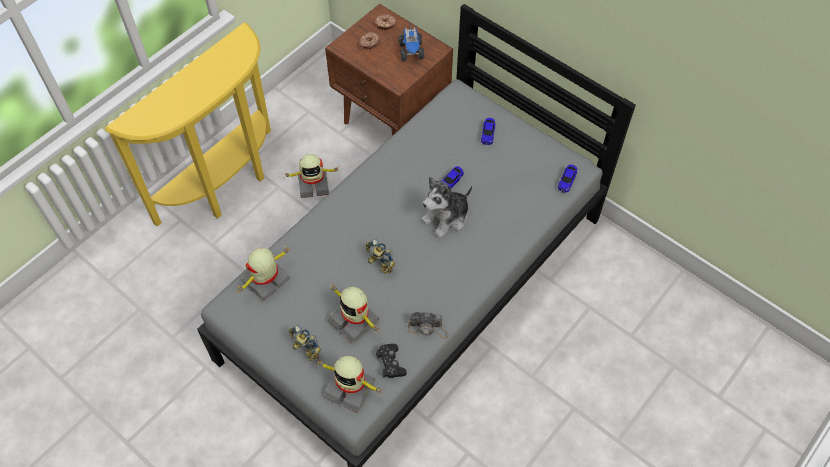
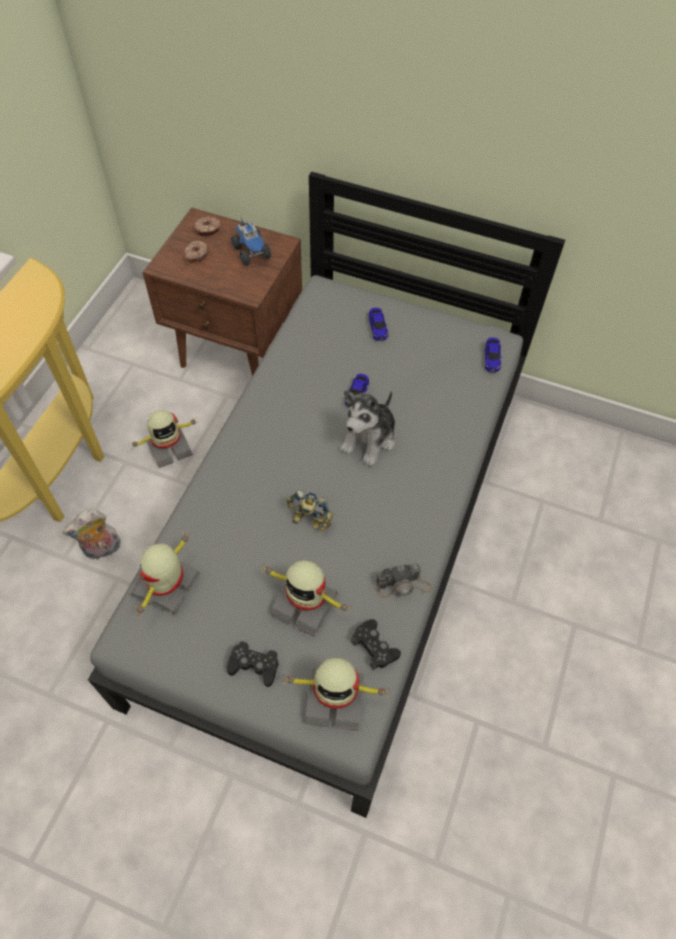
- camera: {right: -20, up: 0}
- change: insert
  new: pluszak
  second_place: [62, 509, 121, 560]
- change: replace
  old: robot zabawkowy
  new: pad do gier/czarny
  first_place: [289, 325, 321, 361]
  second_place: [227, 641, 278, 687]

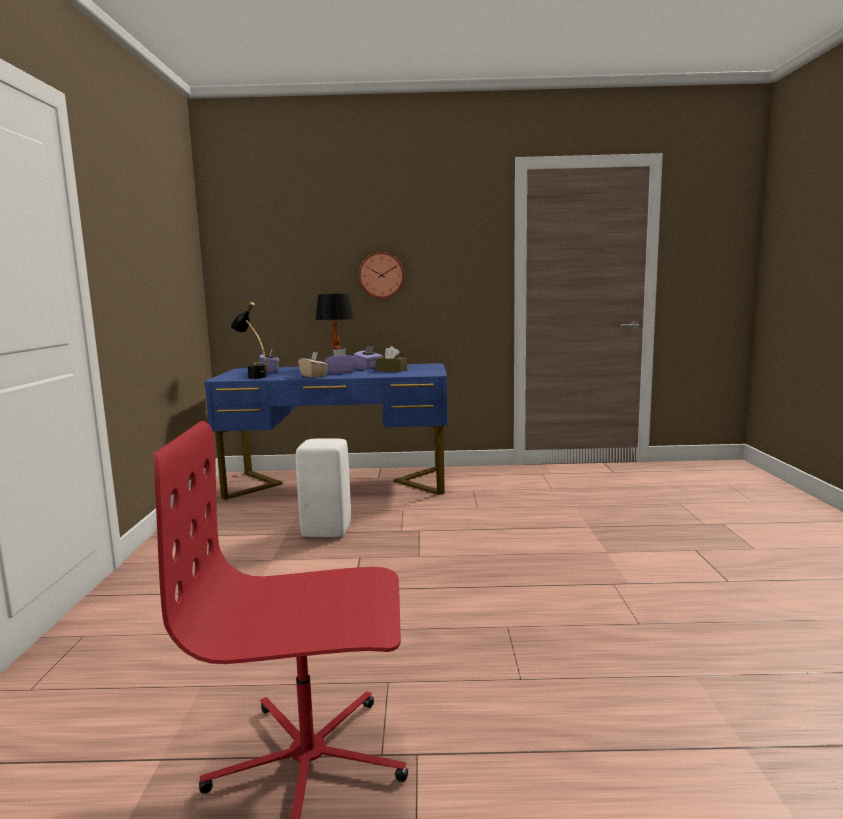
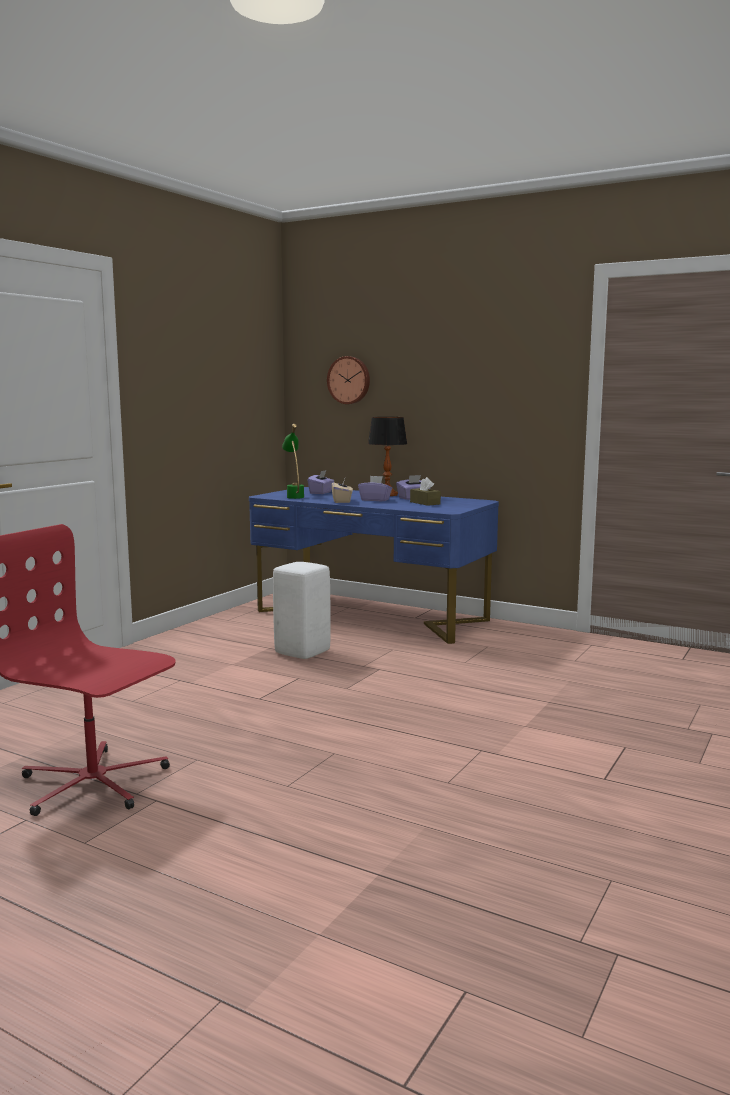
- camera: {right: 30, up: 0}
- change: move
  old: zegar ścienny
  first_place: [359, 252, 404, 299]
  second_place: [327, 356, 370, 404]
- change: recolor
  old: lampa stołowa/czarny
  new: lampa stołowa/zielony
  first_place: [230, 302, 267, 379]
  second_place: [282, 424, 304, 499]

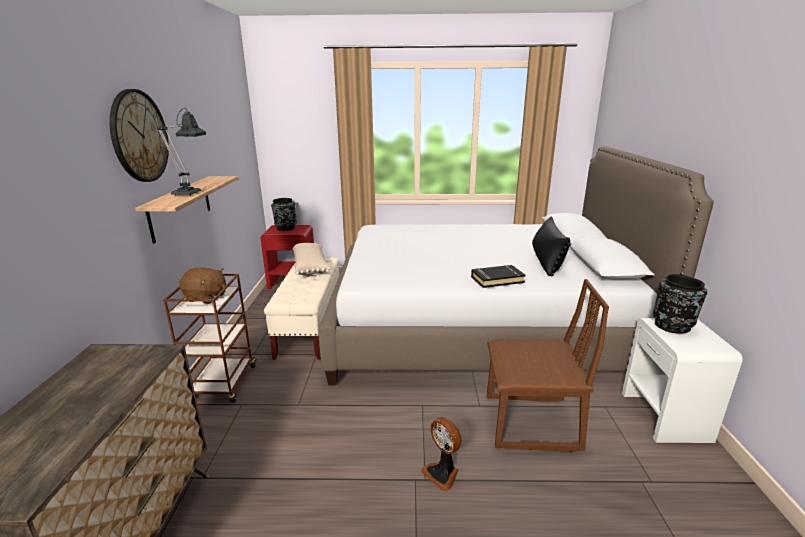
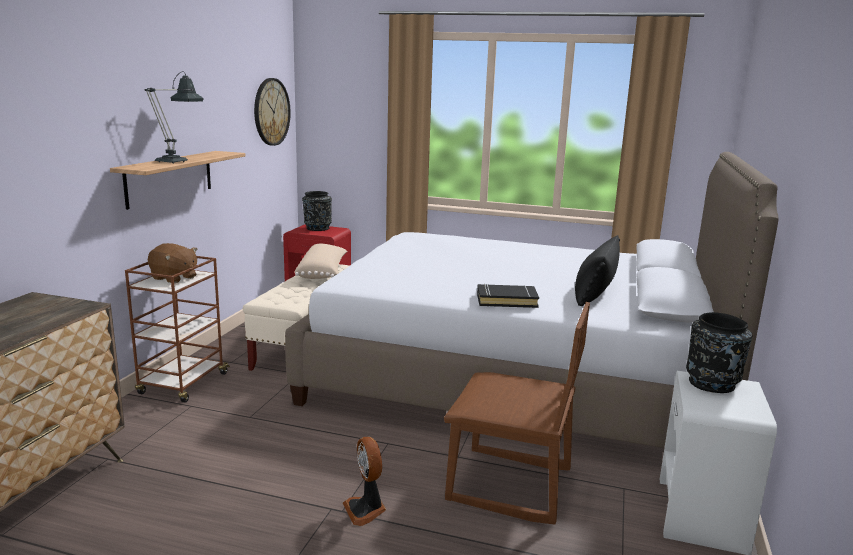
- camera: {right: 15, up: -5}
- change: move
  old: zegar ścienny
  first_place: [109, 89, 169, 182]
  second_place: [254, 78, 291, 146]

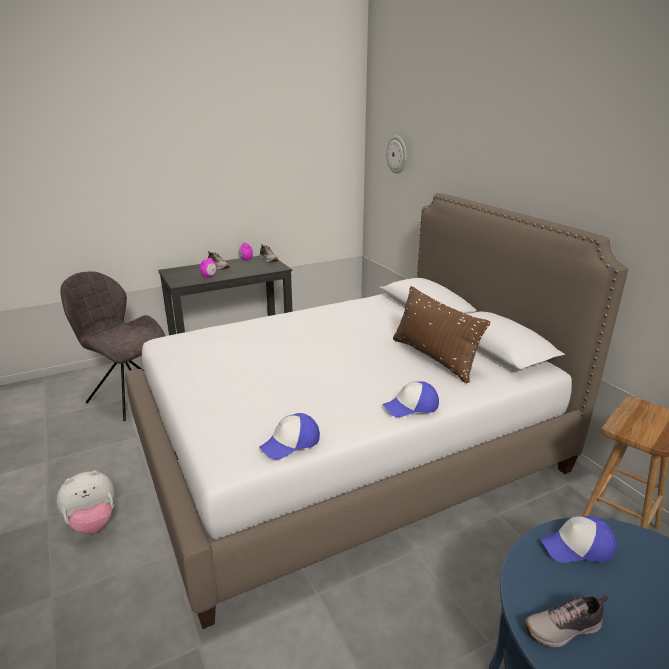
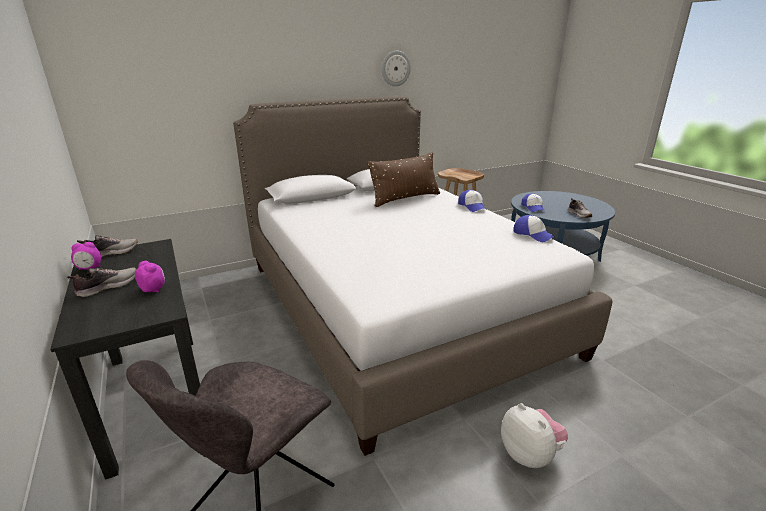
- camera: {right: -90, up: 0}
- change: move
  old: zegar ścienny
  first_place: [386, 136, 407, 174]
  second_place: [382, 51, 411, 86]

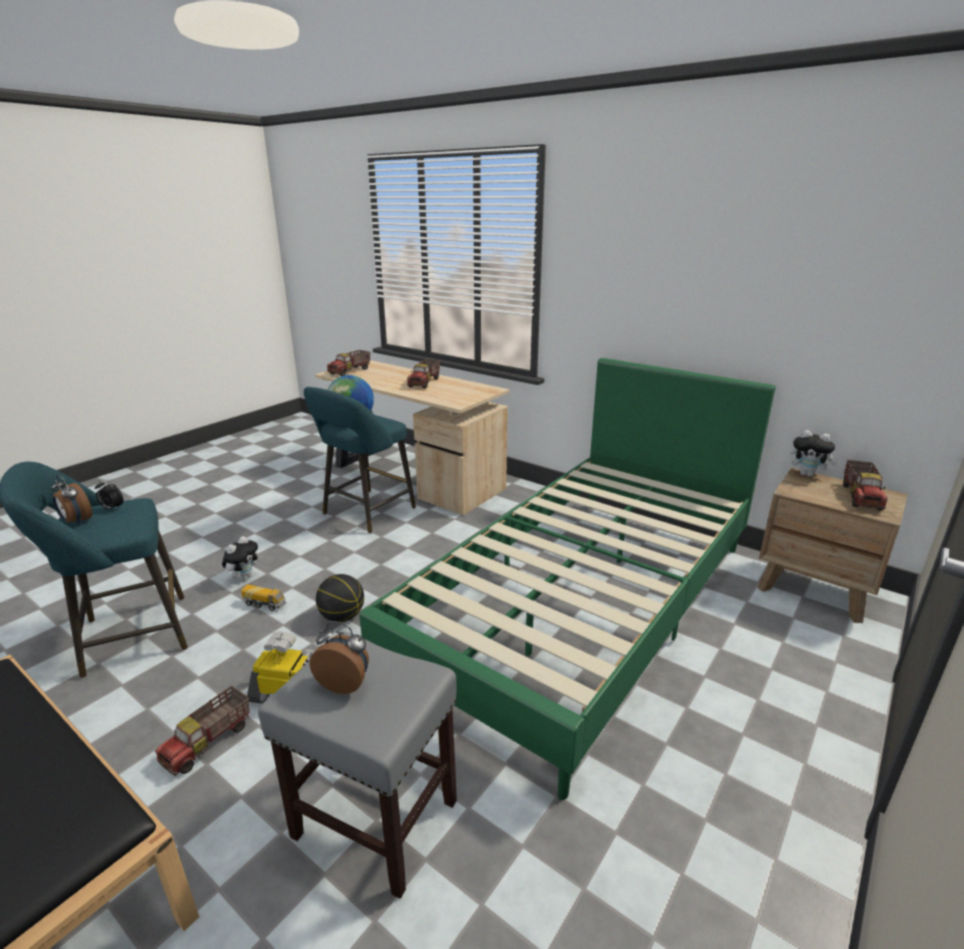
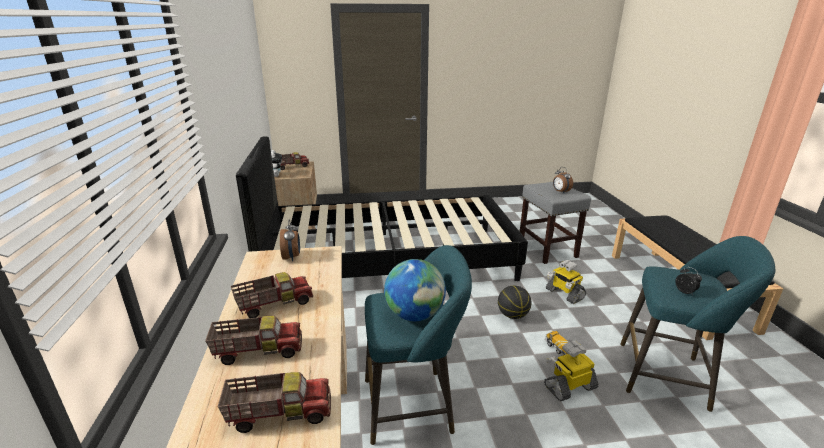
- camera: {right: -135, up: 0}
- change: move
  old: budzik
  first_place: [51, 475, 92, 525]
  second_place: [280, 219, 300, 261]
- change: move
  old: ciężarówka zabawkowa
  first_place: [155, 686, 250, 776]
  second_place: [205, 316, 302, 365]
- change: replace
  old: pluszak
  new: robot zabawkowy
  first_place: [222, 536, 258, 581]
  second_place: [544, 341, 599, 401]
- change: recolor
  old: łóżko/zielony
  new: łóżko/czarny
  first_place: [359, 358, 776, 800]
  second_place: [236, 136, 528, 281]

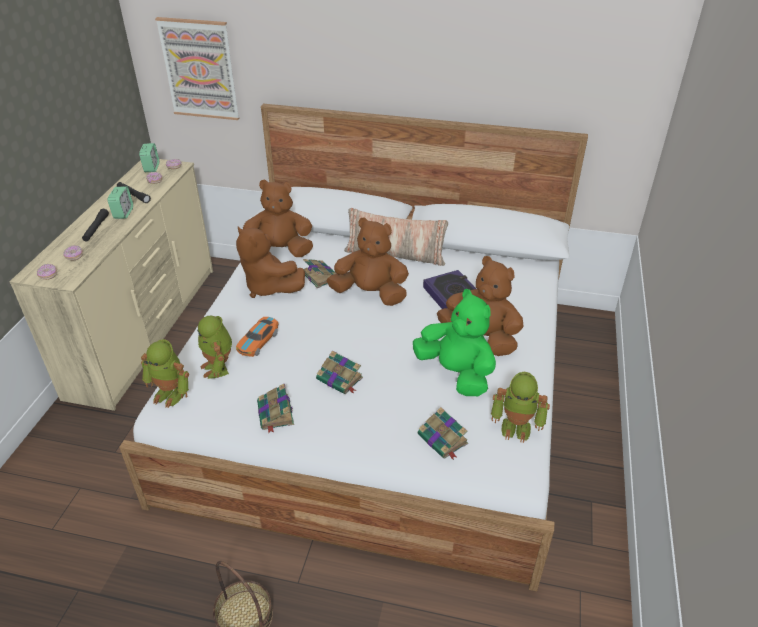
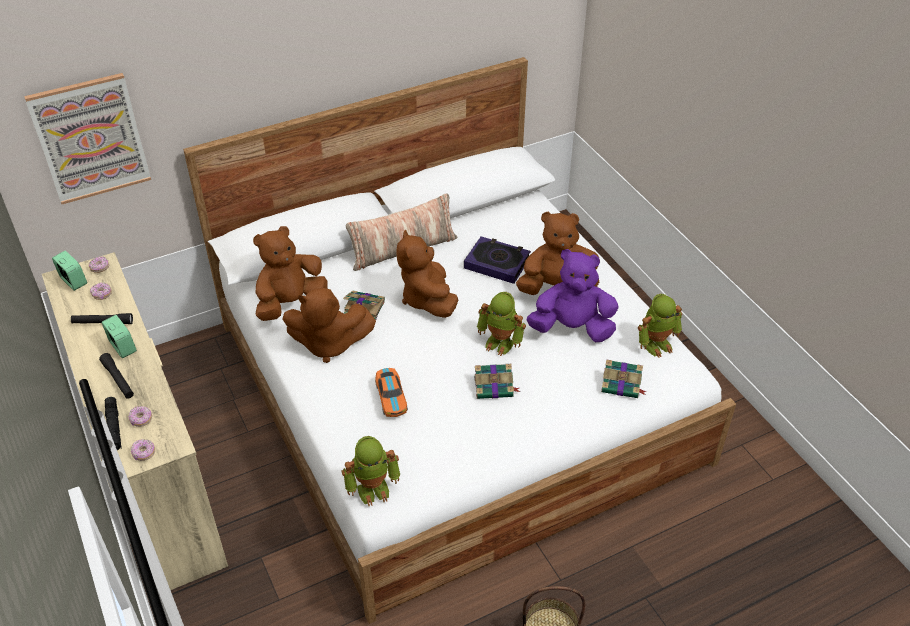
- camera: {right: -40, up: 5}
- change: delete
  old: książka
  first_place: [257, 384, 294, 433]
- change: insert
  new: latarka/czarny
  second_place: [105, 397, 121, 450]
- change: move
  old: robot zabawkowy
  first_place: [197, 316, 232, 379]
  second_place: [477, 292, 526, 356]
- change: recolor
  old: pluszak/zielony
  new: pluszak/fioletowy
  first_place: [413, 289, 496, 396]
  second_place: [527, 249, 619, 342]
- change: rotate
  old: pluszak/brązowy
  first_place: [326, 217, 409, 306]
  second_place: [397, 230, 458, 318]
  degrees: -75

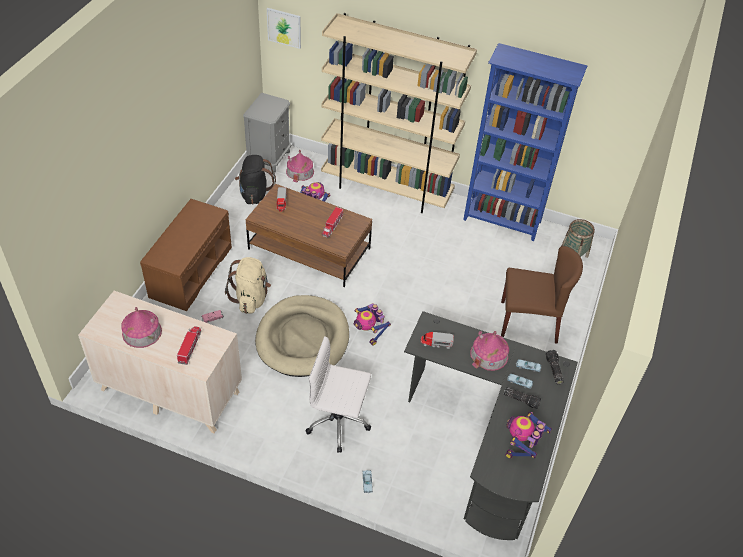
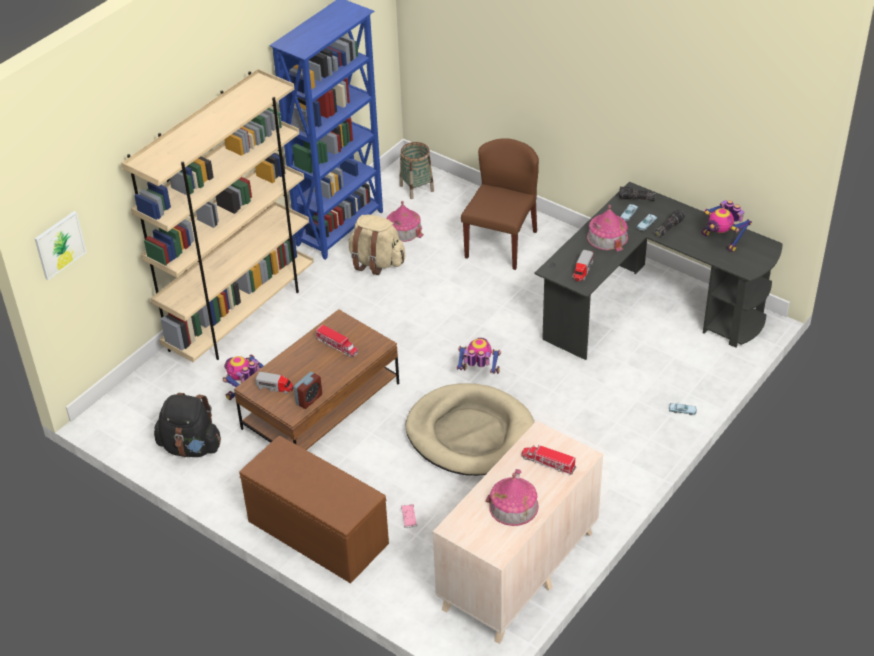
- camera: {right: -70, up: -5}
- change: delete
  old: szafka nocna/szary
  first_place: [243, 92, 291, 172]
- change: delete
  old: krzesło biurowe/biały
  first_place: [305, 336, 371, 453]
- change: insert
  new: budzik
  second_place: [294, 372, 322, 409]
- change: move
  old: plecak/beżowy
  first_place: [225, 257, 271, 314]
  second_place: [349, 214, 406, 275]
- change: move
  old: domek
  first_place: [286, 150, 314, 182]
  second_place: [386, 201, 424, 242]
- change: rotate
  old: robot zabawkowy
  first_place: [354, 303, 391, 346]
  second_place: [456, 338, 501, 374]
  degrees: -150

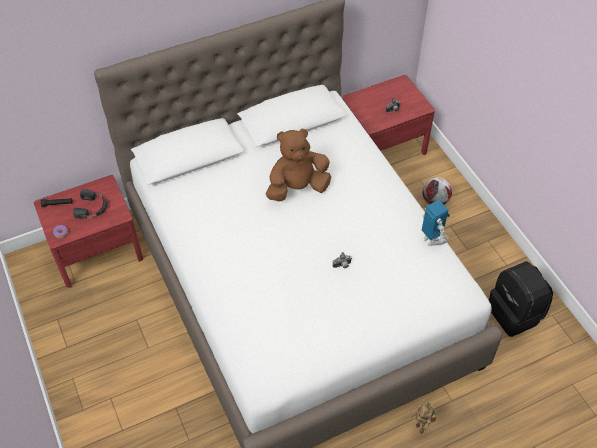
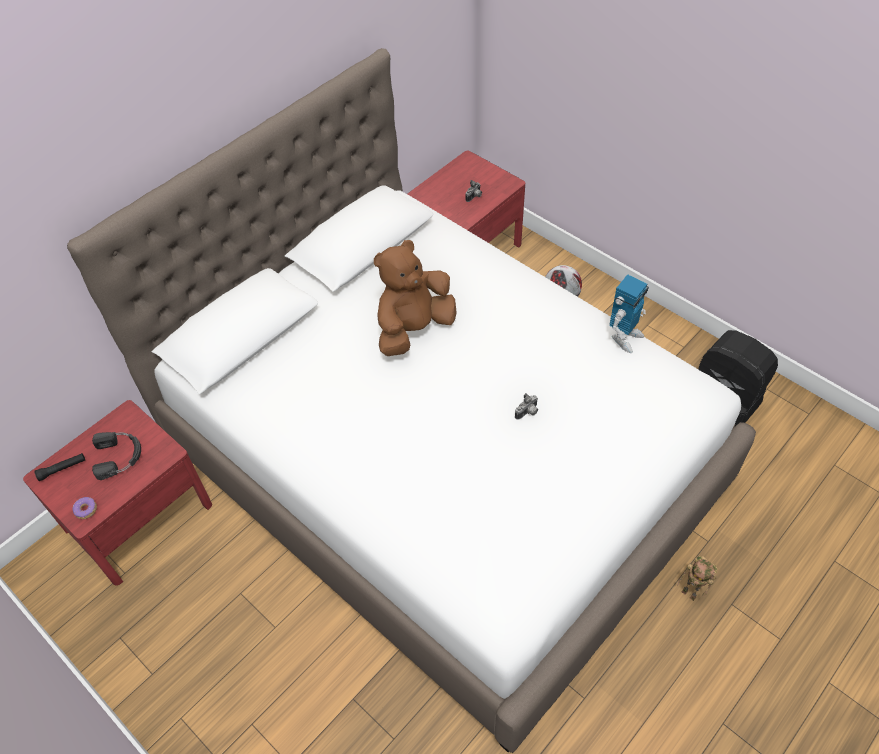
- camera: {right: -20, up: 0}
- change: rotate
  old: robot zabawkowy
  first_place: [421, 200, 450, 246]
  second_place: [609, 274, 649, 353]
  degrees: 90

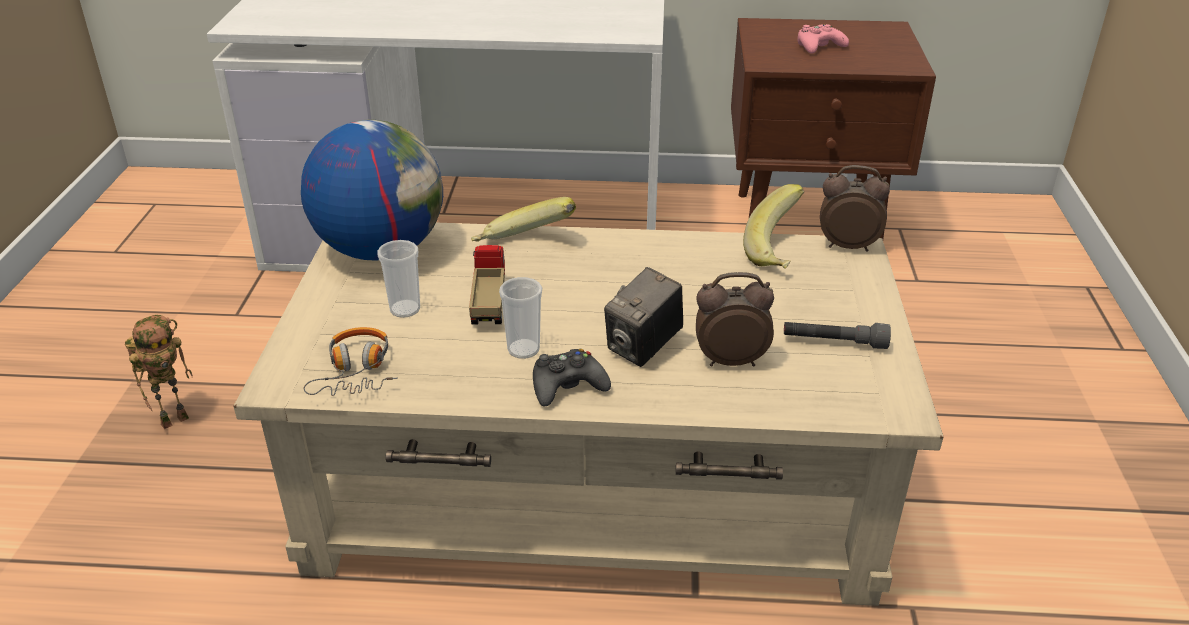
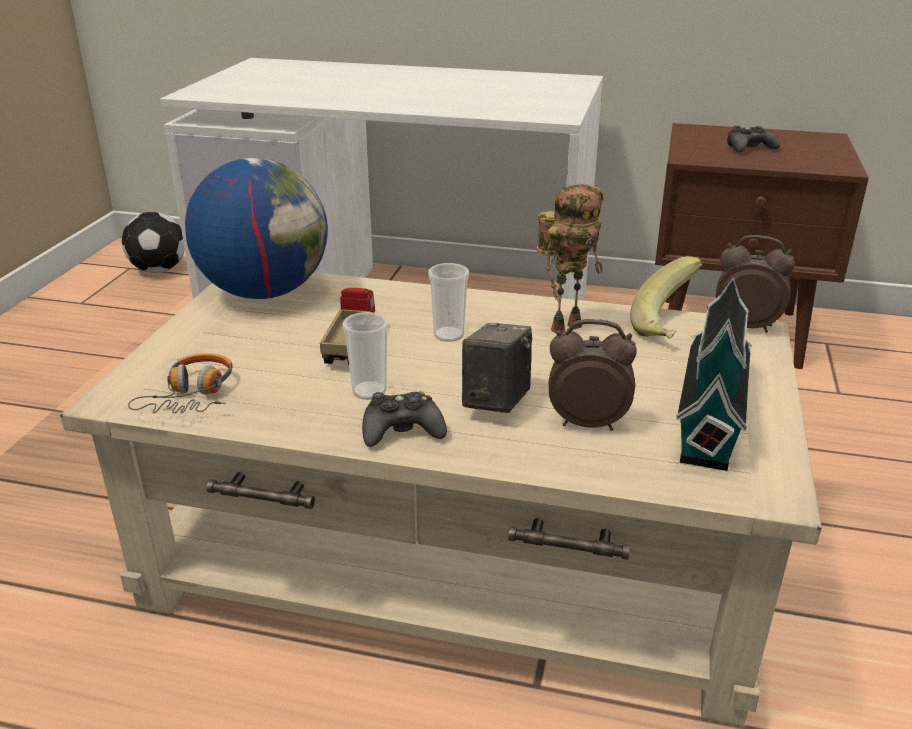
- camera: {right: 10, up: -5}
- change: delete
  old: banan
  first_place: [471, 197, 576, 242]
- change: insert
  new: piłka futbolowa
  second_place: [122, 212, 185, 273]
- change: move
  old: robot zabawkowy
  first_place: [125, 315, 193, 429]
  second_place: [537, 184, 604, 333]
- change: move
  old: filiżanka
  first_place: [377, 240, 420, 318]
  second_place: [428, 263, 469, 342]
- change: replace
  old: latarka/szary
  new: domek
  first_place: [784, 322, 891, 349]
  second_place: [676, 277, 752, 471]
- change: recolor
  old: pad do gier/różowy
  new: pad do gier/czarny
  first_place: [797, 24, 849, 54]
  second_place: [727, 125, 780, 153]
- change: rotate
  old: aparat fotograficzny
  first_place: [604, 267, 683, 367]
  second_place: [462, 323, 532, 413]
  degrees: 150

